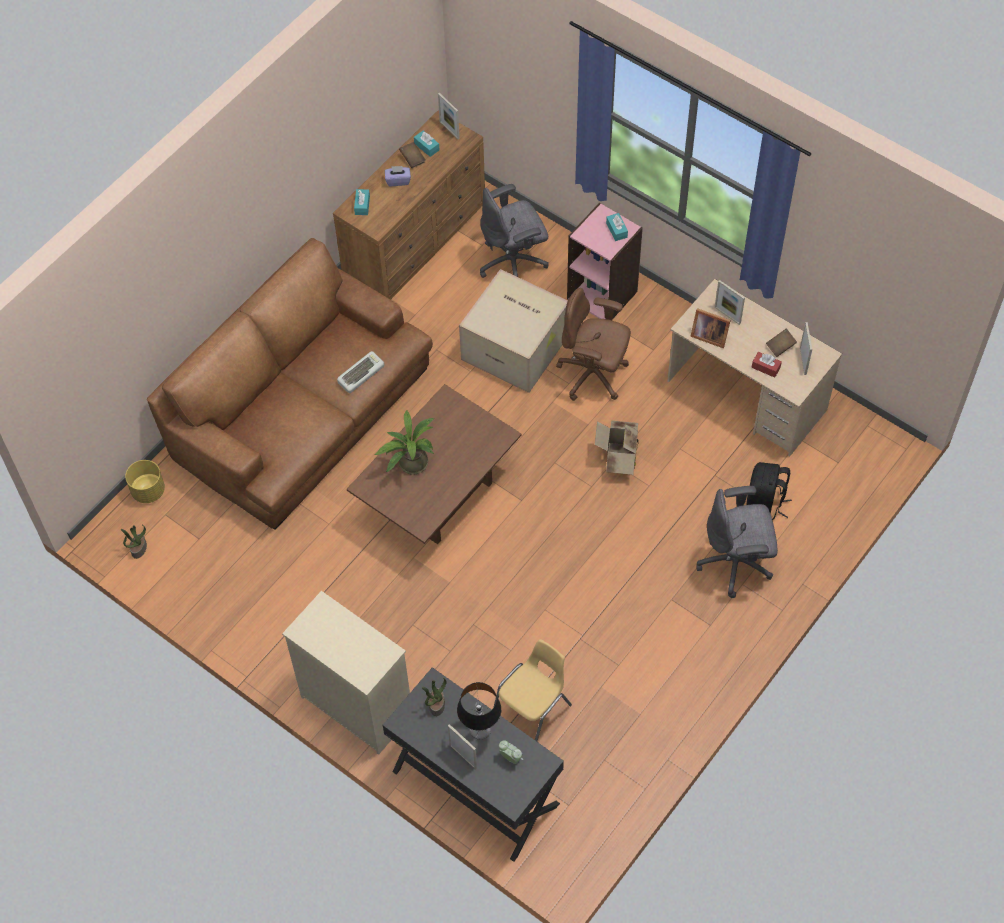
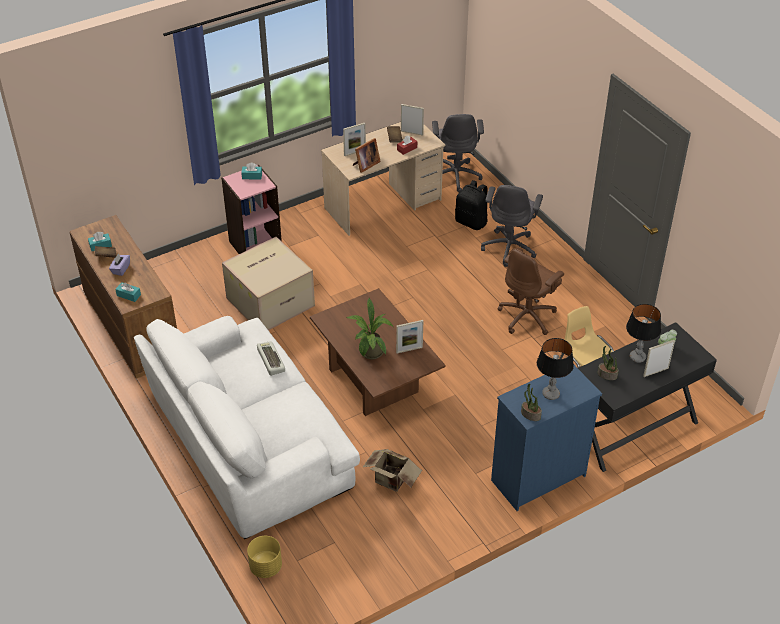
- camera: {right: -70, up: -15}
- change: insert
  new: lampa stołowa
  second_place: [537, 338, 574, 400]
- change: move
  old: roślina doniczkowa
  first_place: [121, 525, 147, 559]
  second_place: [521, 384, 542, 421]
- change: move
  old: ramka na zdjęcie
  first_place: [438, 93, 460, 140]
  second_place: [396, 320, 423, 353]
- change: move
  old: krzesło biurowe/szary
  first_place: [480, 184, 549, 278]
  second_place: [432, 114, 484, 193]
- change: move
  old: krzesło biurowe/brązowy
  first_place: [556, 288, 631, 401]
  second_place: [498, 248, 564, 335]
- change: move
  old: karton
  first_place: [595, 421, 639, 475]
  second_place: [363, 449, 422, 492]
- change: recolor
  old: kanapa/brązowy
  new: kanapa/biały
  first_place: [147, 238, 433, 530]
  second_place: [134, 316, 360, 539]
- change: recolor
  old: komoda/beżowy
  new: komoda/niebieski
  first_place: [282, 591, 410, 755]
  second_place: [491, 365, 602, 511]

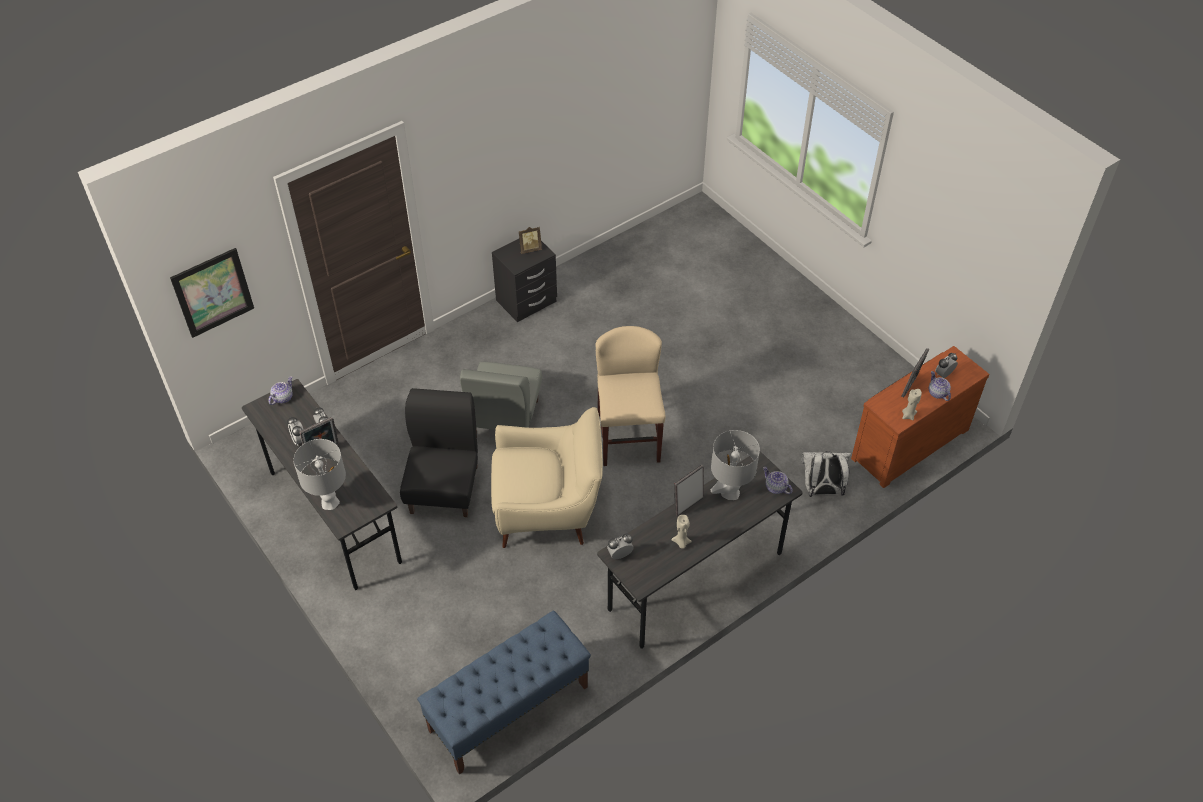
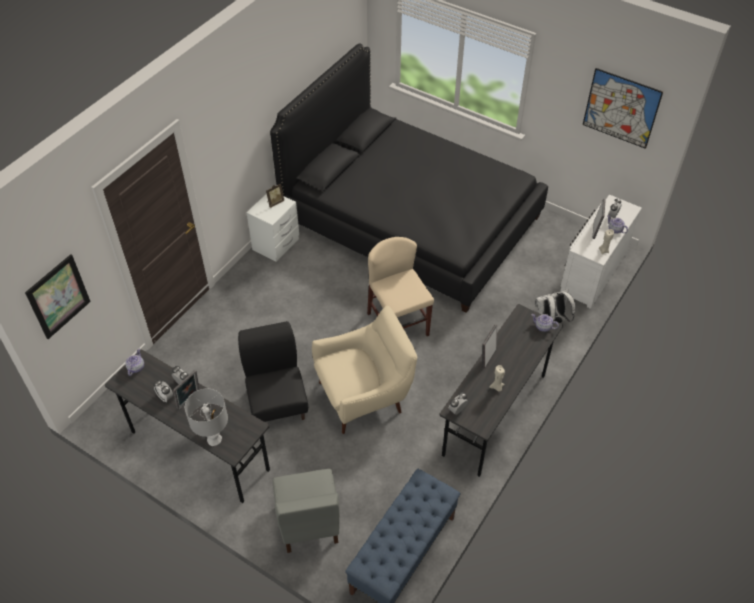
- camera: {right: -20, up: 0}
- change: delete
  old: lampa stołowa/szary
  first_place: [711, 430, 760, 500]
- change: insert
  new: łóżko/czarny
  second_place: [270, 43, 548, 313]
- change: insert
  new: obraz
  second_place: [583, 68, 663, 149]
- change: move
  old: krzesło/szary
  first_place: [460, 362, 542, 432]
  second_place: [273, 469, 340, 553]
- change: recolor
  old: szafka nocna/czarny
  new: szafka nocna/biały
  first_place: [492, 239, 557, 322]
  second_place: [246, 194, 299, 262]
- change: recolor
  old: komoda/brązowy
  new: komoda/biały
  first_place: [851, 346, 989, 488]
  second_place: [560, 195, 642, 309]

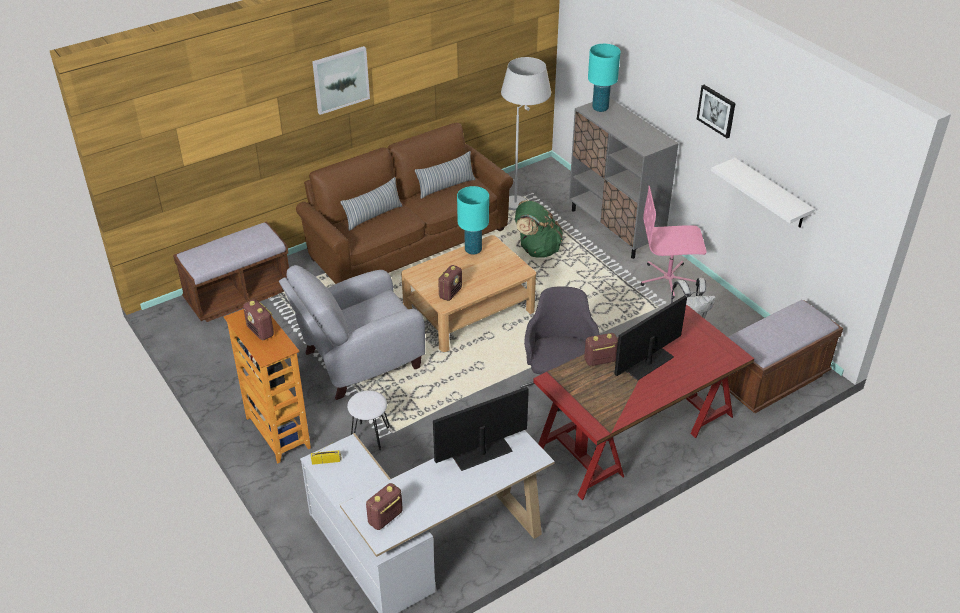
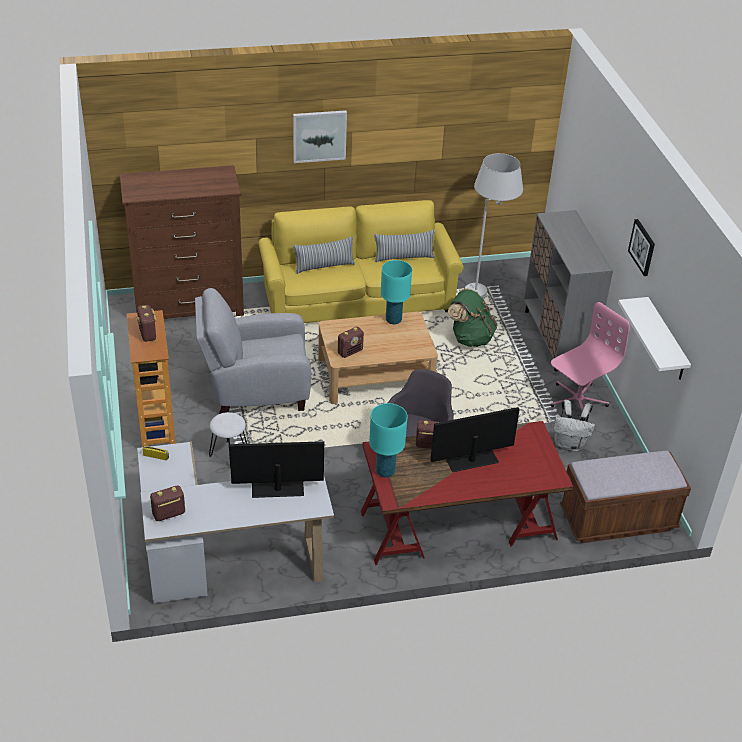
- camera: {right: 20, up: 0}
- change: move
  old: lampa stołowa/turkusowy
  first_place: [588, 44, 621, 112]
  second_place: [369, 403, 408, 477]
- change: replace
  old: ławka/brązowy
  new: komoda/brązowy
  first_place: [173, 221, 289, 322]
  second_place: [120, 165, 244, 319]
- change: recolor
  old: kanapa/brązowy
  new: kanapa/żółty
  first_place: [296, 123, 513, 284]
  second_place: [259, 200, 464, 323]
- change: rotate
  old: krzesło biurowe/różowy
  first_place: [641, 186, 707, 299]
  second_place: [551, 302, 630, 421]
  degrees: 120

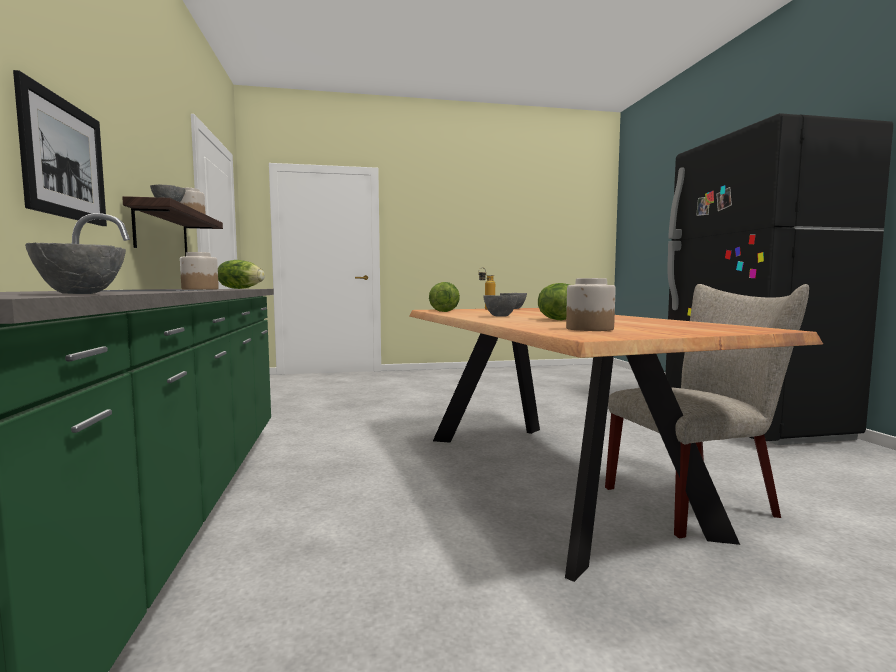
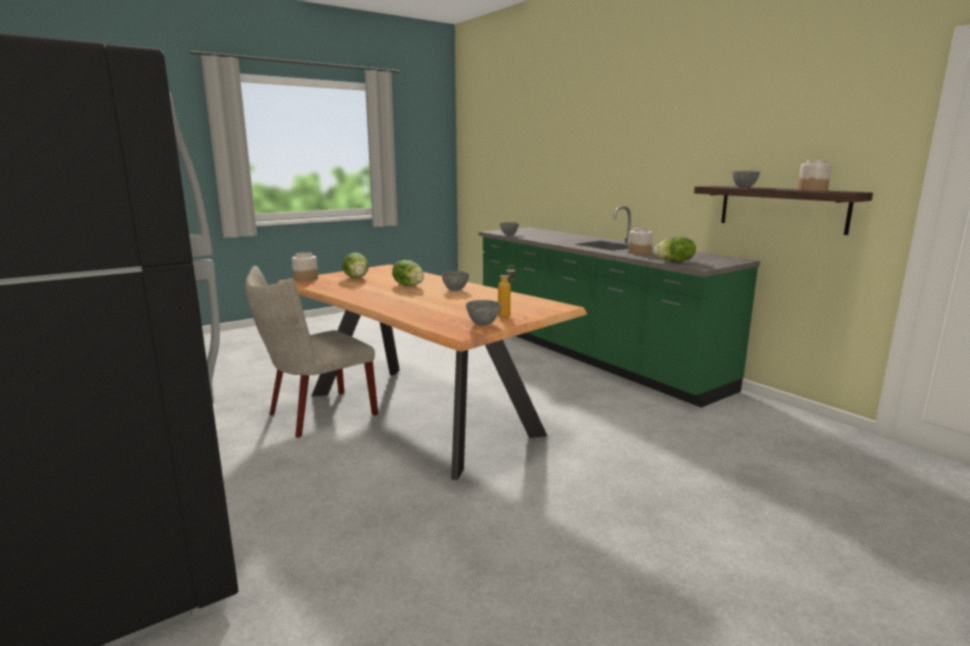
- camera: {right: 155, up: 10}
- change: delete
  old: obraz
  first_place: [13, 70, 107, 226]
- change: move
  old: sałata
  first_place: [429, 282, 460, 312]
  second_place: [342, 253, 369, 278]
- change: move
  old: słoik
  first_place: [566, 278, 616, 331]
  second_place: [292, 252, 318, 282]

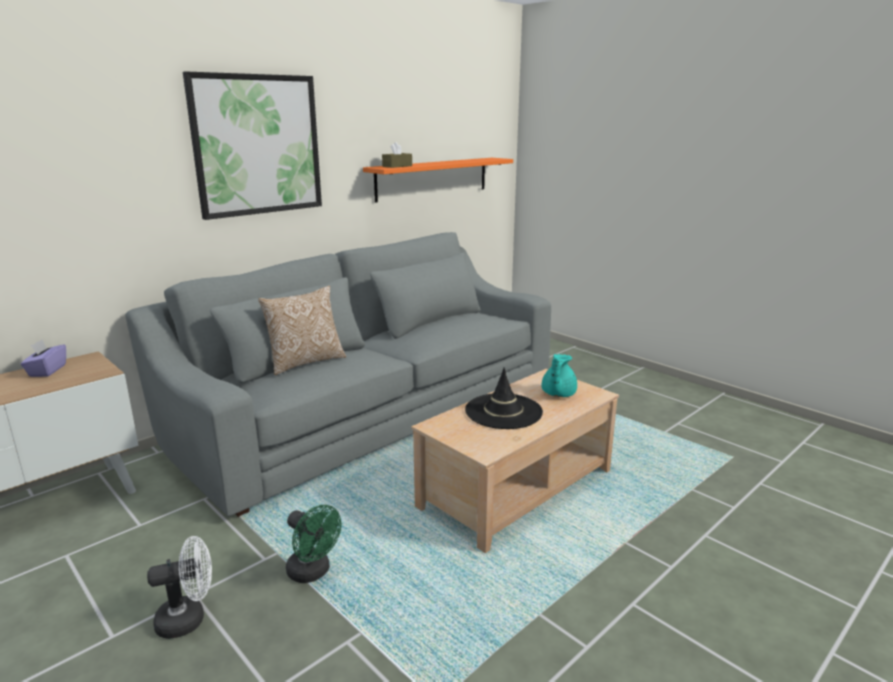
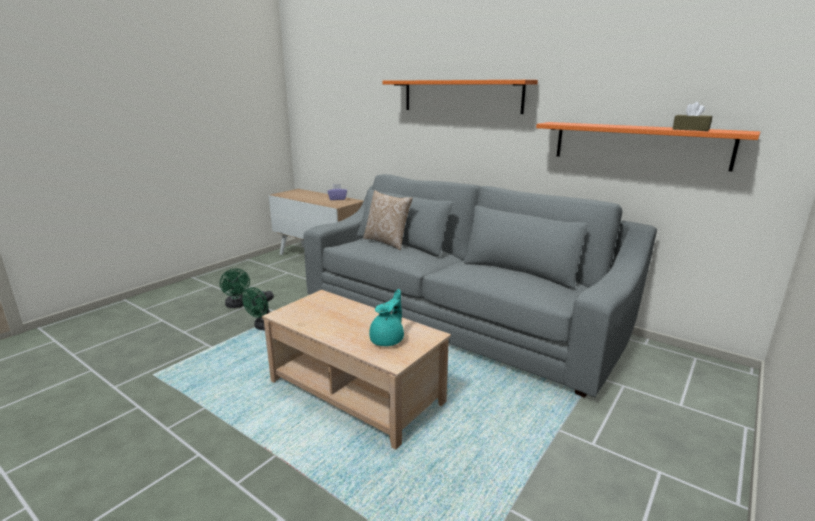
- camera: {right: 80, up: 0}
- change: delete
  old: kapelusz/czarny
  first_place: [465, 368, 543, 429]
- change: move
  old: pudełko chusteczek/brązowy
  first_place: [382, 142, 412, 168]
  second_place: [673, 102, 713, 131]
- change: replace
  old: obraz
  new: półka/pomarańczowy
  first_place: [183, 71, 322, 220]
  second_place: [382, 80, 538, 114]
- change: recolor
  old: wentylator/biały
  new: wentylator/zielony
  first_place: [147, 536, 212, 639]
  second_place: [220, 269, 250, 308]
- change: rotate
  old: imbryk/turkusowy
  first_place: [542, 354, 577, 397]
  second_place: [369, 289, 404, 346]
  degrees: 105

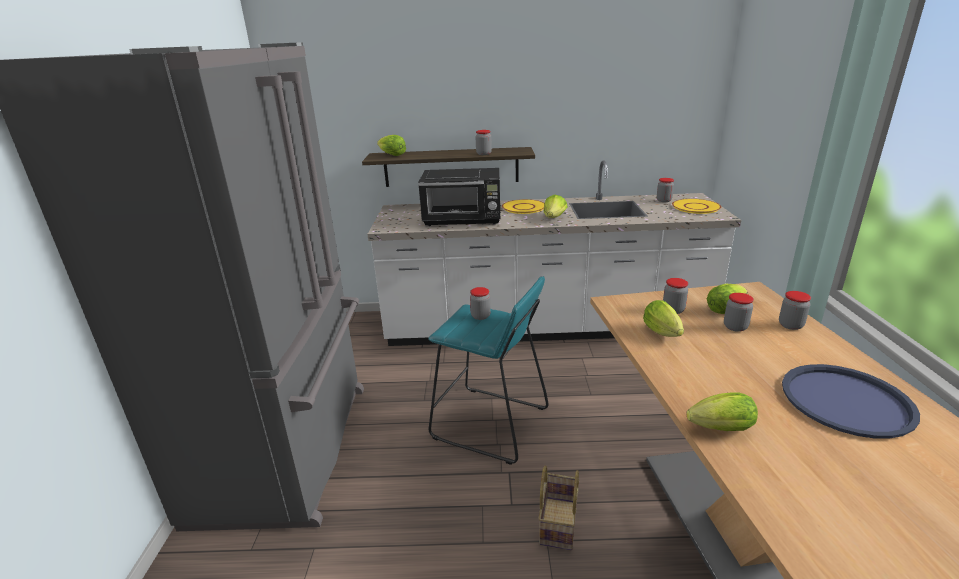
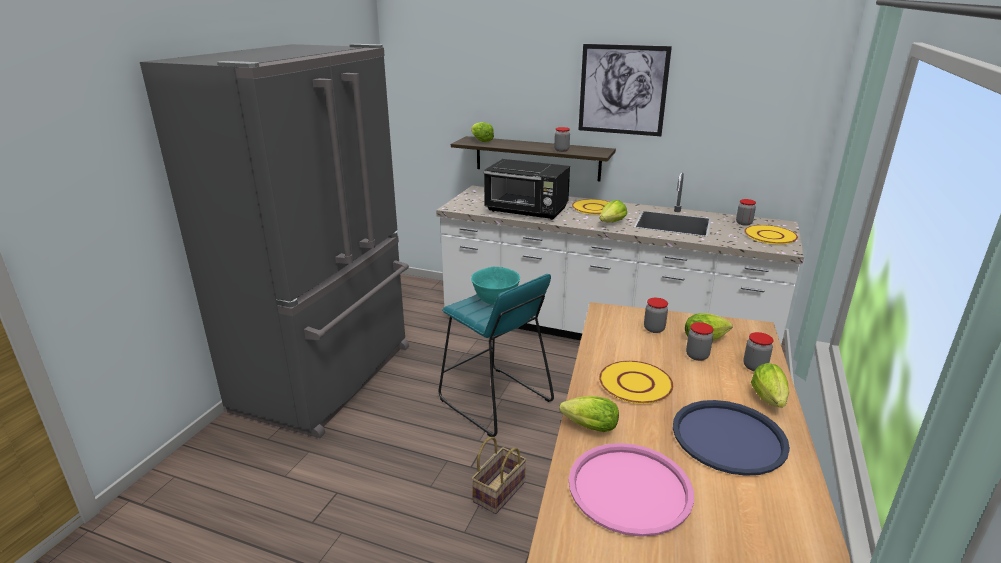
- camera: {right: 20, up: 0}
- change: insert
  new: taca/różowy
  second_place: [569, 443, 694, 537]
- change: insert
  new: obraz
  second_place: [579, 44, 672, 136]
- change: insert
  new: talerz/żółty
  second_place: [599, 361, 673, 404]
- change: move
  old: sałata
  first_place: [643, 300, 684, 337]
  second_place: [751, 363, 789, 408]
- change: replace
  old: słoik
  new: miska/turkusowy
  first_place: [470, 287, 491, 320]
  second_place: [471, 267, 520, 305]

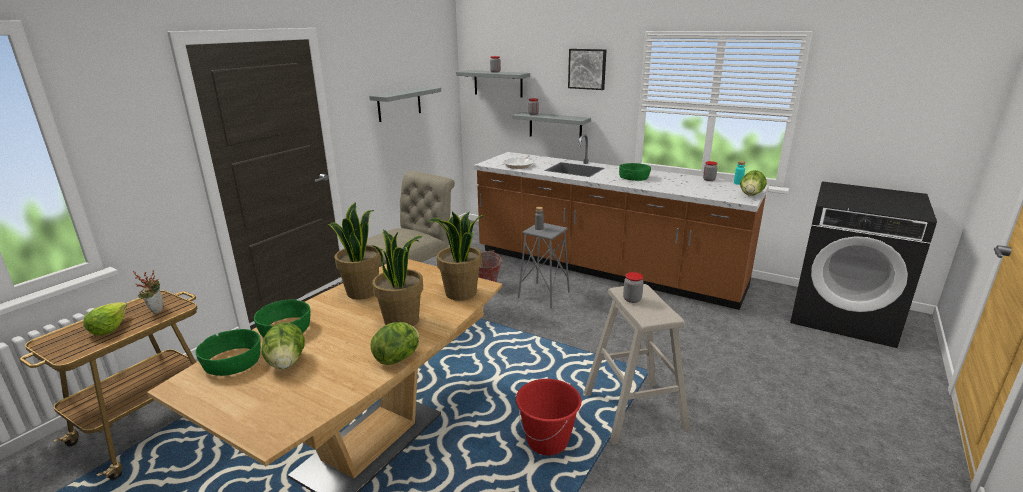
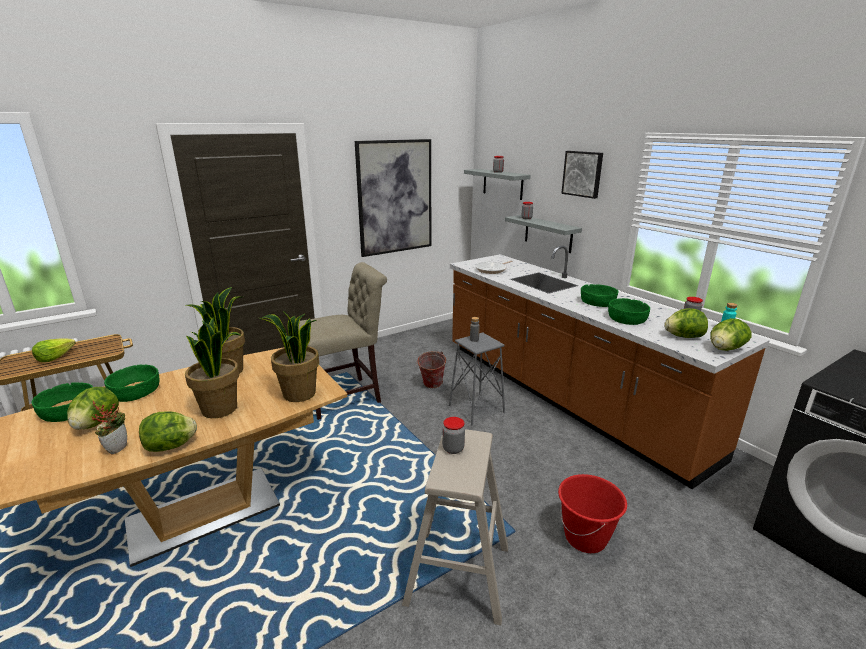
- camera: {right: 25, up: 0}
- change: insert
  new: miska/zielony
  second_place: [608, 298, 650, 325]
- change: insert
  new: sałata
  second_place: [664, 308, 708, 338]
- change: move
  old: roślina doniczkowa
  first_place: [133, 270, 163, 314]
  second_place: [92, 401, 127, 455]
- change: move
  old: wiadro/czerwony
  first_place: [516, 379, 582, 455]
  second_place: [558, 474, 627, 553]
- change: replace
  old: półka/szary
  new: obraz
  first_place: [369, 87, 441, 122]
  second_place: [355, 139, 431, 257]

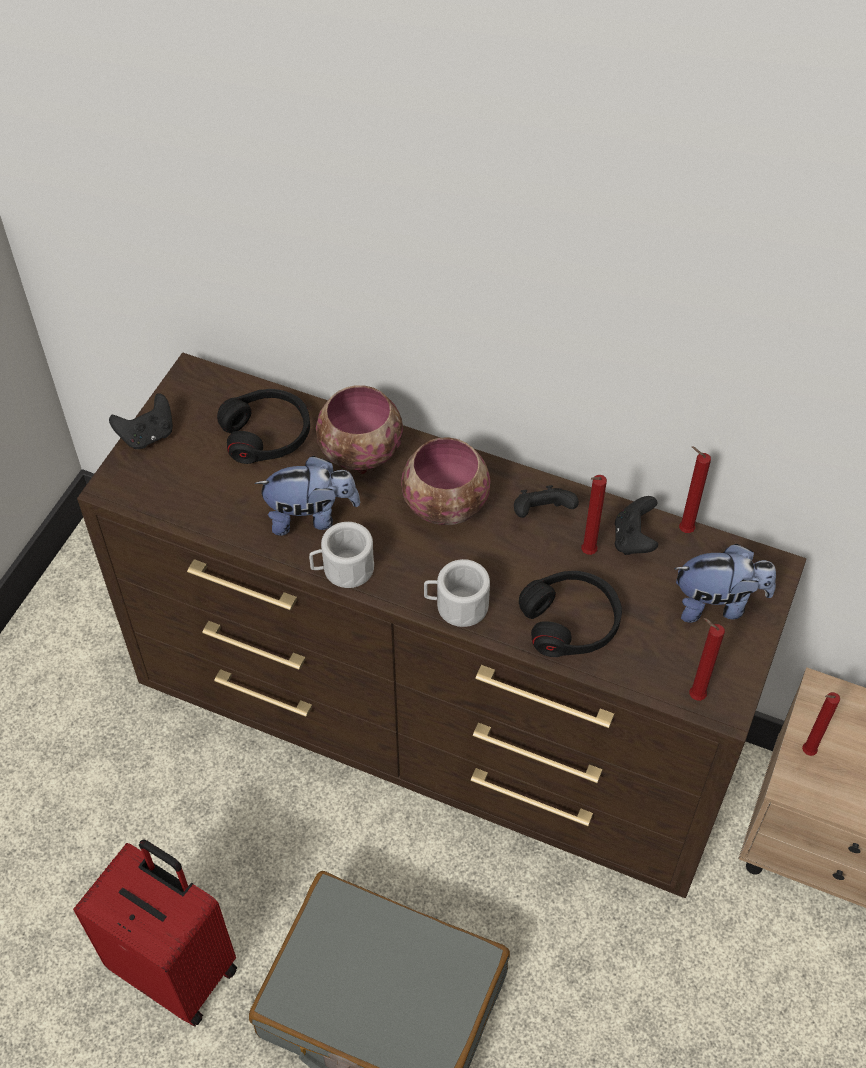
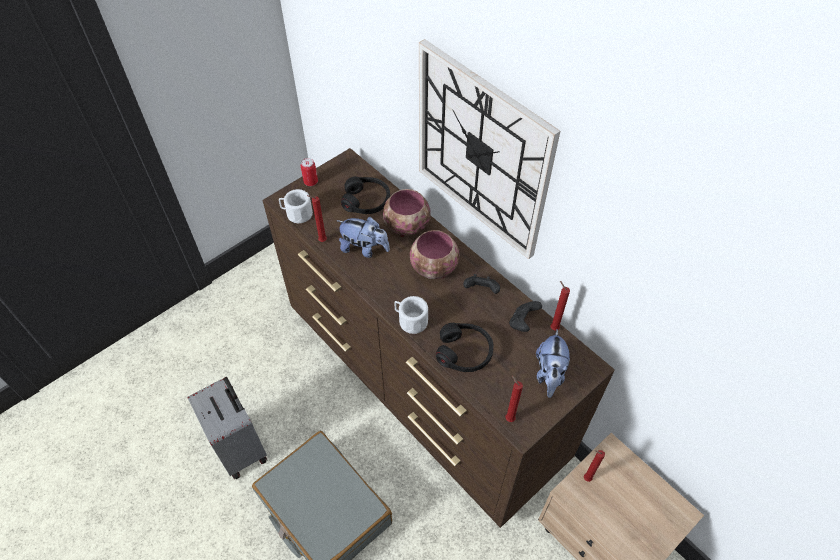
- camera: {right: 25, up: 0}
- change: insert
  new: zegar ścienny
  second_place: [419, 39, 560, 259]
- change: move
  old: kubek/biały
  first_place: [309, 522, 374, 588]
  second_place: [279, 189, 313, 223]
- change: move
  old: świeca/czerwony
  first_place: [581, 475, 607, 555]
  second_place: [307, 195, 327, 242]
- change: replace
  old: pad do gier/czarny
  new: puszka
  first_place: [109, 393, 173, 449]
  second_place: [301, 158, 318, 186]
- change: recolor
  old: walizka/czerwony
  new: walizka/szary
  first_place: [73, 840, 237, 1027]
  second_place: [187, 376, 267, 479]
- change: rotate
  old: pluszak
  first_place: [674, 544, 776, 623]
  second_place: [536, 329, 570, 398]
  degrees: 75

